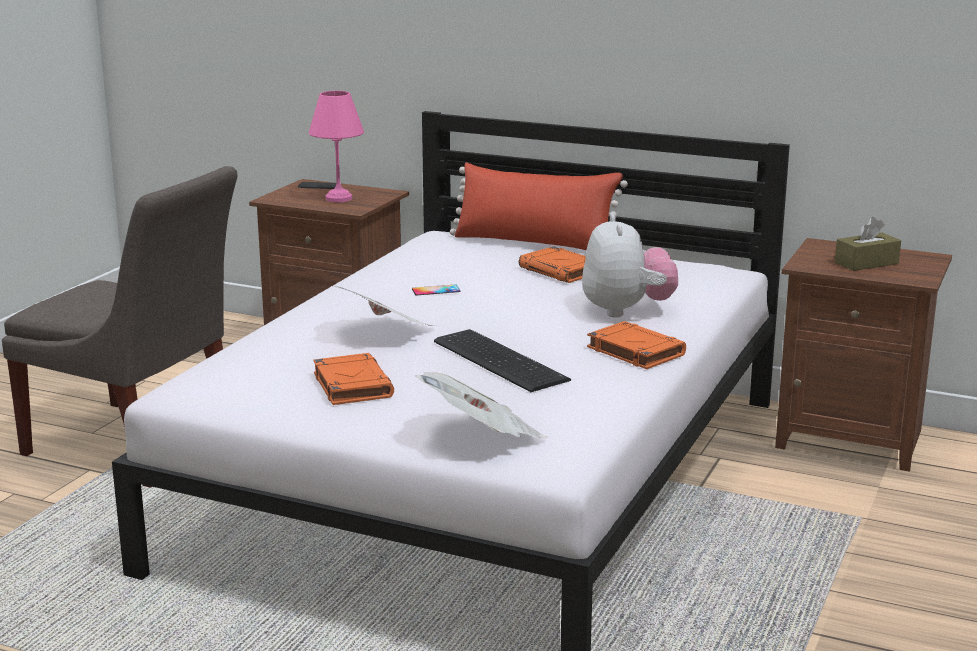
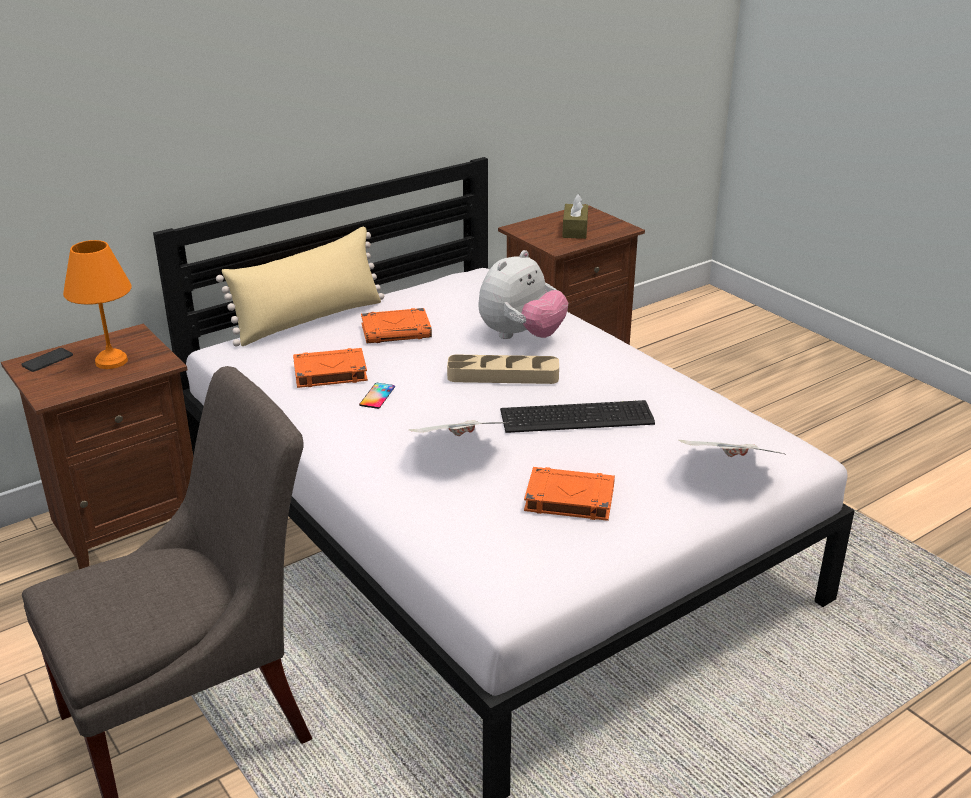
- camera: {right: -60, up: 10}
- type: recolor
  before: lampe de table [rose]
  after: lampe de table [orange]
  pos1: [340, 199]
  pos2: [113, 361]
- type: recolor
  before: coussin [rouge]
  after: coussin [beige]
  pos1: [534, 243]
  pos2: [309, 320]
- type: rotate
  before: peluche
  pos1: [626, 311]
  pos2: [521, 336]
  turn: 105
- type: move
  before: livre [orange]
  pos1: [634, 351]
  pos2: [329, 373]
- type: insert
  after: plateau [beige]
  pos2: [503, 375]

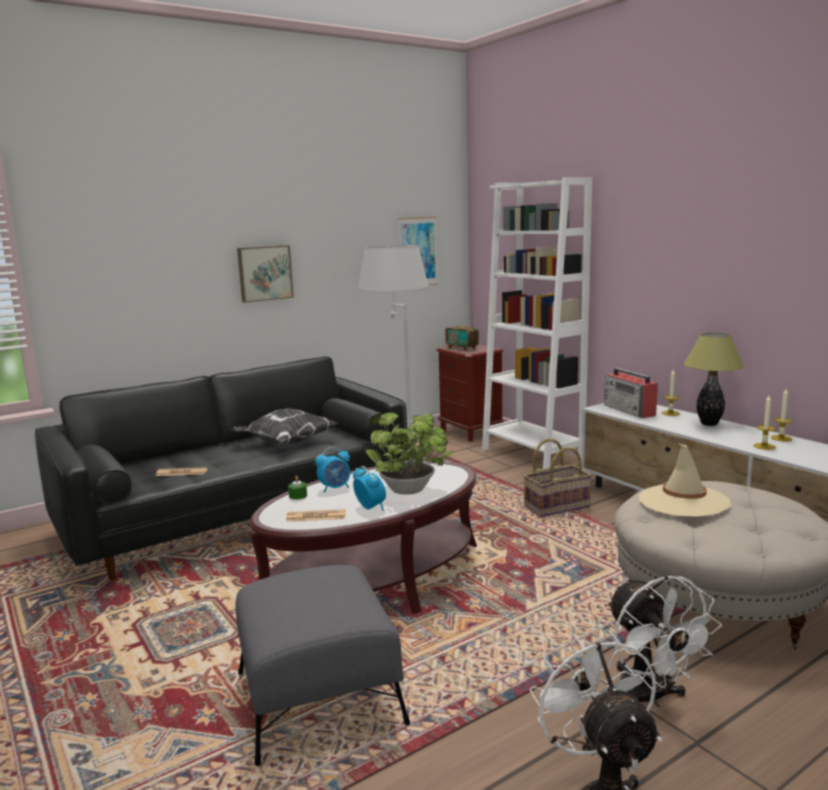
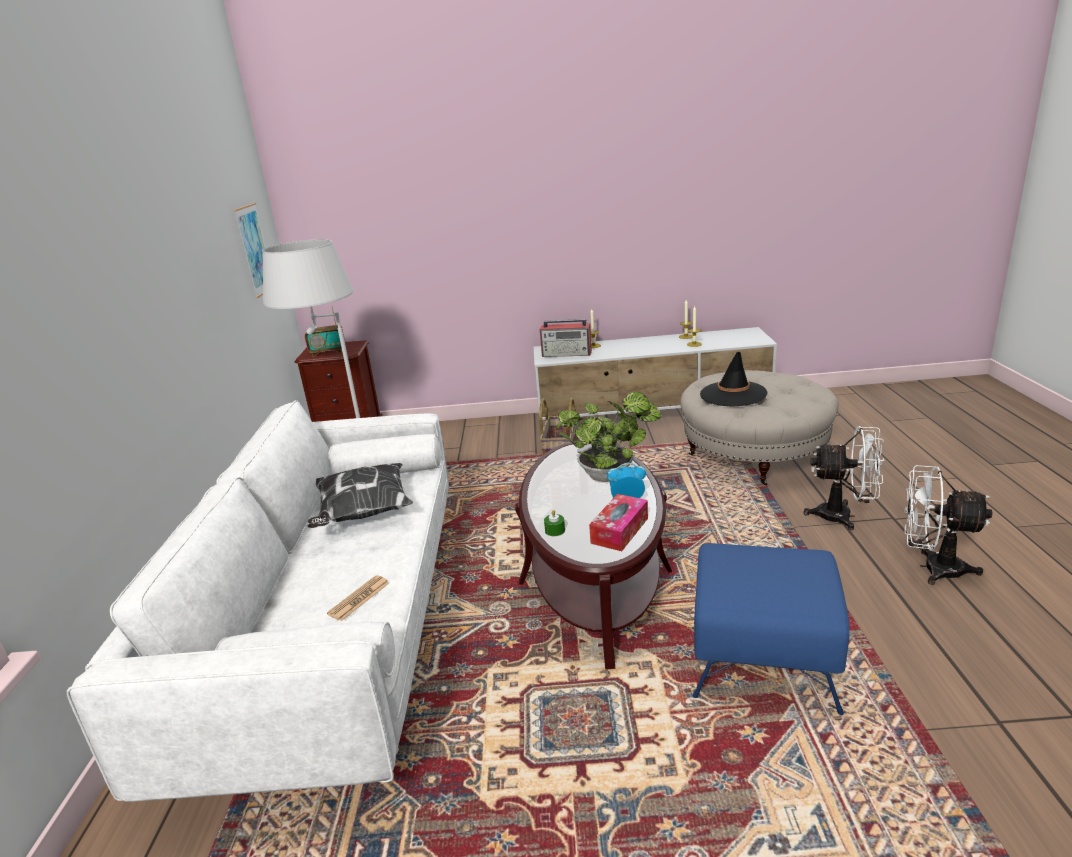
- camera: {right: -55, up: 10}
- type: delete
  before: bibliothèque [blanc]
  pos1: [531, 455]
- type: delete
  before: tableau
  pos1: [264, 273]
- type: delete
  before: lampe de table
  pos1: [709, 424]
- type: recolor
  before: canapé [noir]
  after: canapé [blanc]
  pos1: [237, 515]
  pos2: [337, 630]
- type: recolor
  before: chapeau [beige]
  after: chapeau [noir]
  pos1: [683, 501]
  pos2: [733, 394]
- type: delete
  before: réveil
  pos1: [335, 488]
- type: replace
  before: journal
  after: boîte à mouchoirs
  pos1: [316, 516]
  pos2: [619, 530]
- type: recolor
  before: pouf [gris]
  after: pouf [bleu]
  pos1: [319, 697]
  pos2: [761, 656]

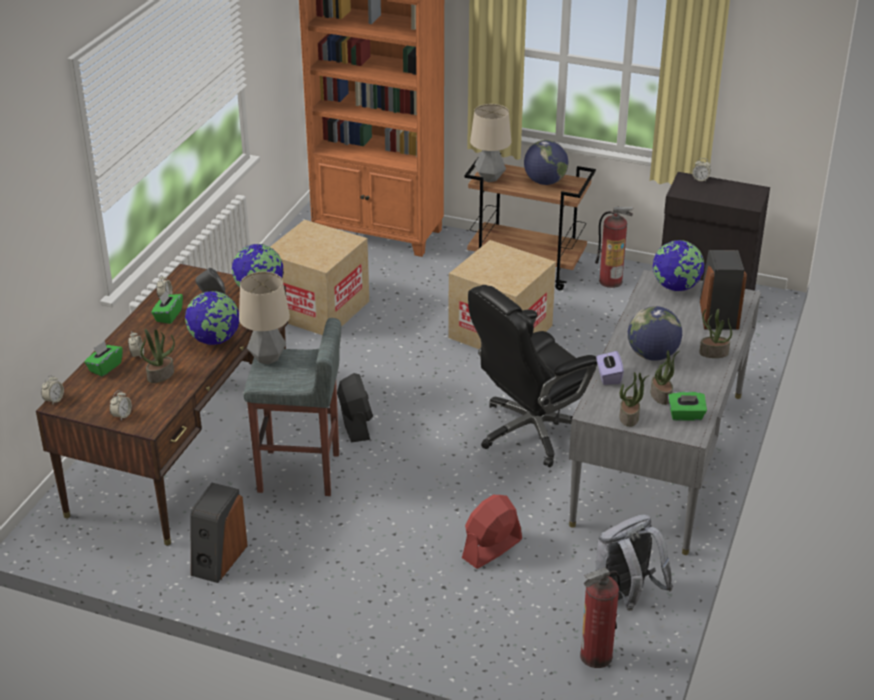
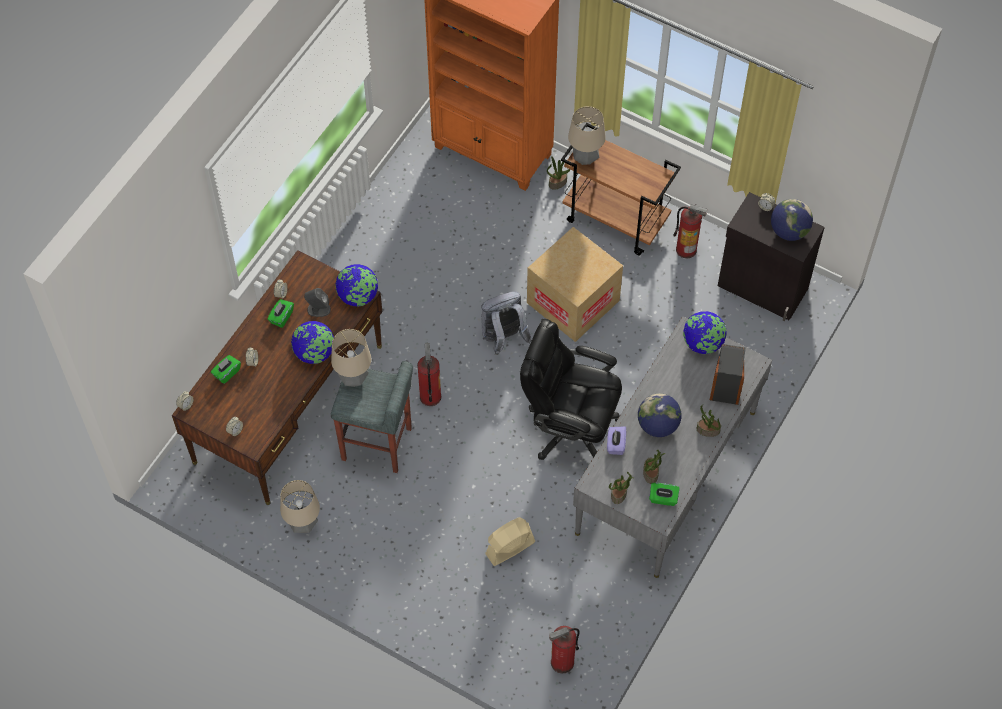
- camera: {right: 10, up: 25}
- type: move
  before: globe
  pos1: [545, 182]
  pos2: [789, 231]
- type: delete
  before: carton
  pos1: [318, 309]
- type: rotate
  before: chaise de bureau [noir]
  pos1: [531, 431]
  pos2: [570, 426]
  turn: 45
- type: move
  before: plante en pot
  pos1: [160, 375]
  pos2: [557, 182]
- type: replace
  before: ventilateur [noir]
  after: extincteur
  pos1: [355, 424]
  pos2: [430, 396]
- type: replace
  before: enceinte
  after: lampe de table
  pos1: [218, 559]
  pos2: [303, 525]
- type: recolor
  before: ventilateur [rouge]
  after: ventilateur [beige]
  pos1: [491, 549]
  pos2: [510, 548]
- type: move
  before: sac à dos [gris]
  pos1: [625, 597]
  pos2: [503, 338]

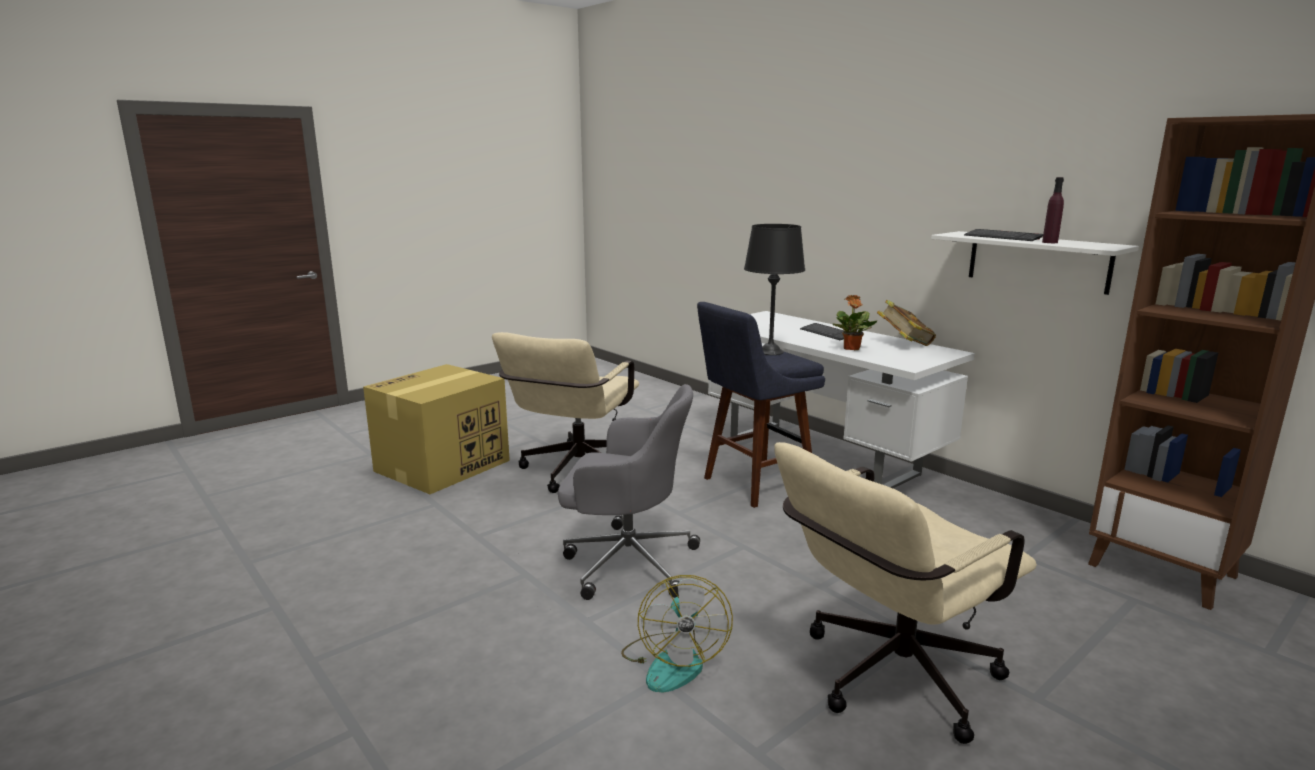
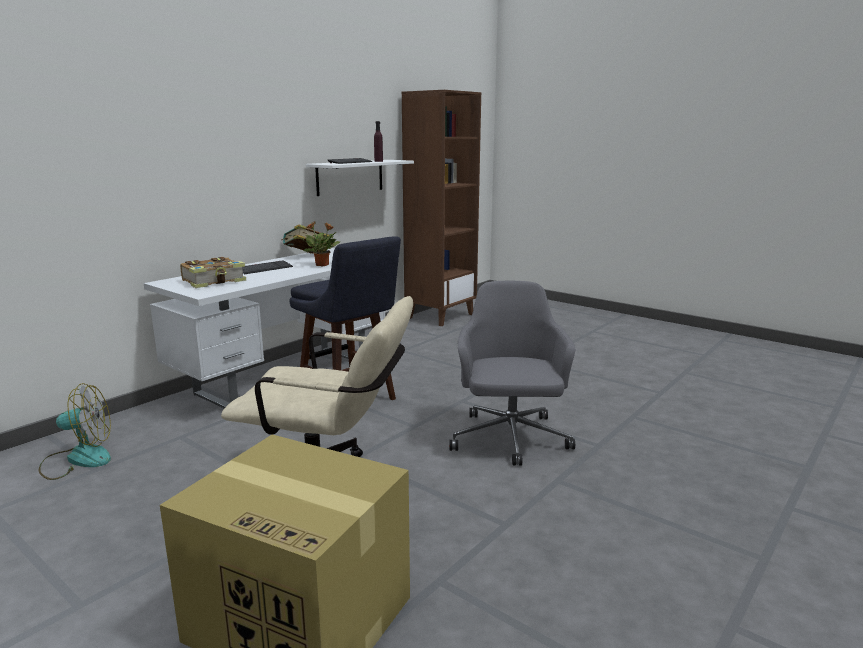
- camera: {right: -100, up: 0}
- type: delete
  before: lampe de table [noir]
  pos1: [770, 352]
- type: delete
  before: chaise de bureau [beige]
  pos1: [887, 680]
- type: move
  before: ventilateur
  pos1: [673, 661]
  pos2: [78, 459]
- type: insert
  after: livre
  pos2: [214, 281]

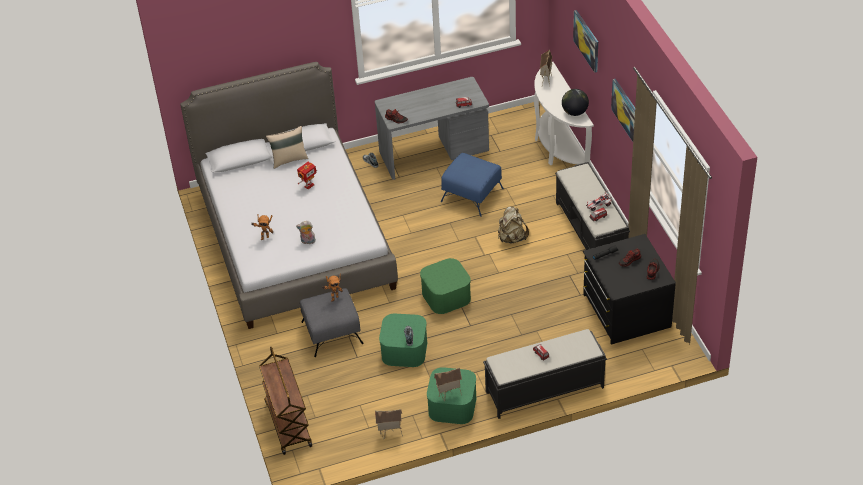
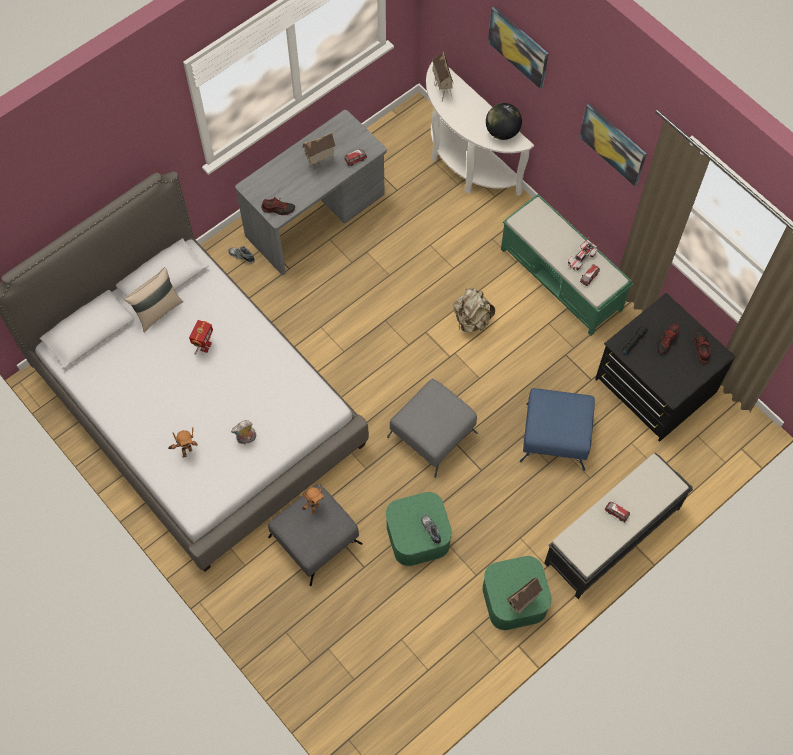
- camera: {right: -25, up: 20}
- type: move
  before: pouf [bleu]
  pos1: [472, 195]
  pos2: [555, 436]
- type: recolor
  before: banc [noir]
  after: banc [vert]
  pos1: [591, 231]
  pos2: [561, 280]
- type: replace
  before: boîte de rangement [vert]
  after: pouf [gris]
  pos1: [446, 296]
  pos2: [431, 435]
- type: delete
  before: chariot [marron]
  pos1: [288, 424]
- type: move
  before: maison miniature
  pos1: [390, 434]
  pos2: [321, 165]

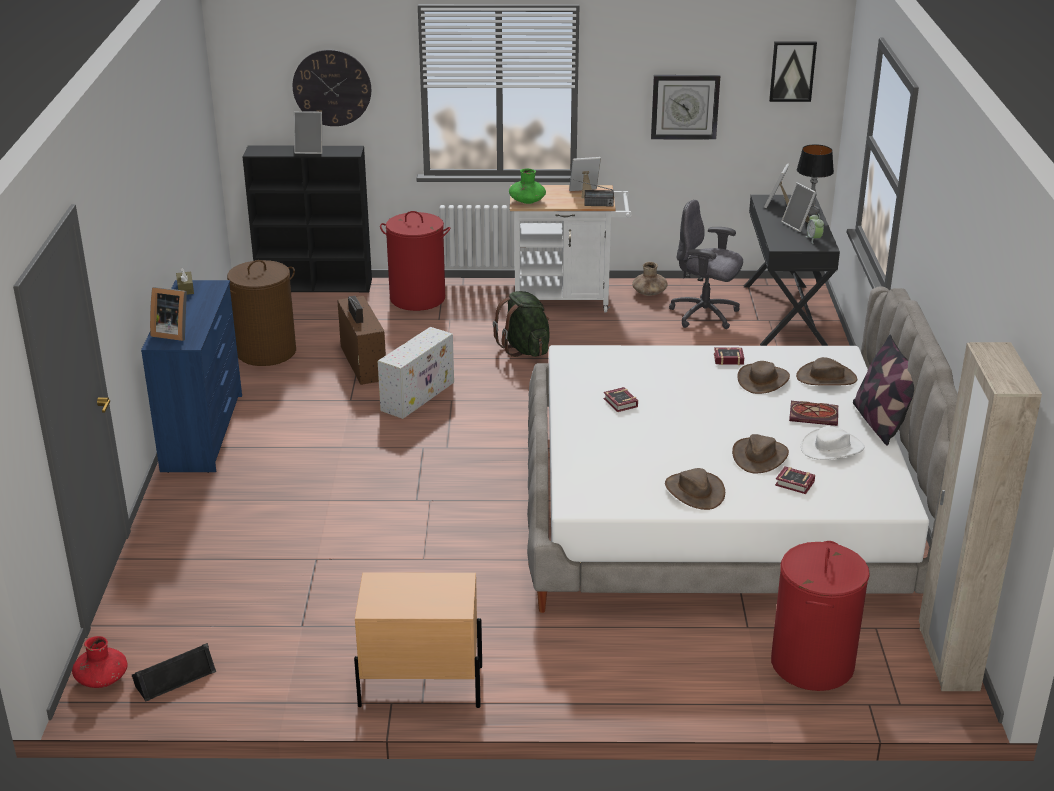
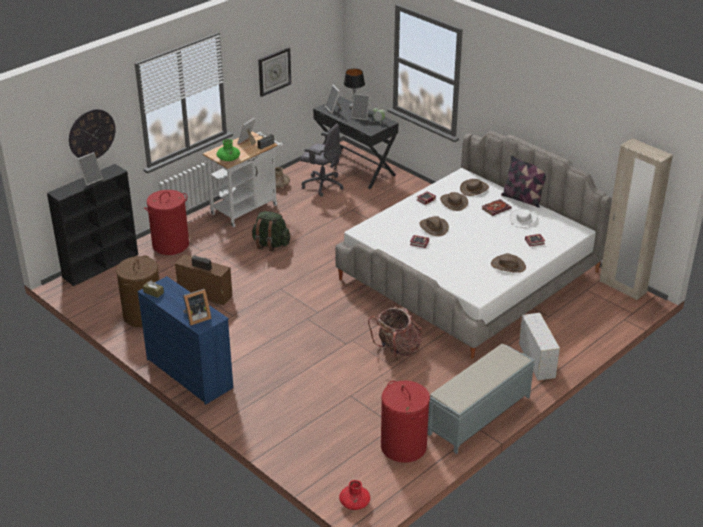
- camera: {right: -45, up: 5}
- type: delete
  before: tableau
  pos1: [792, 71]
- type: rotate
  before: chaise de bureau [gris]
  pos1: [705, 315]
  pos2: [322, 185]
  turn: -135
- type: move
  before: boîte de rangement [blanc]
  pos1: [418, 395]
  pos2: [536, 360]
- type: move
  before: chapeau [marron]
  pos1: [759, 456]
  pos2: [433, 227]
- type: move
  before: panier à linge [rouge]
  pos1: [812, 664]
  pos2: [404, 446]
- type: replace
  before: table de chevet [beige]
  after: banc [gris]
  pos1: [420, 686]
  pos2: [478, 416]
- type: delete
  before: enceinte [noir]
  pos1: [174, 677]
- type: insert
  after: sac à dos
  pos2: [397, 349]

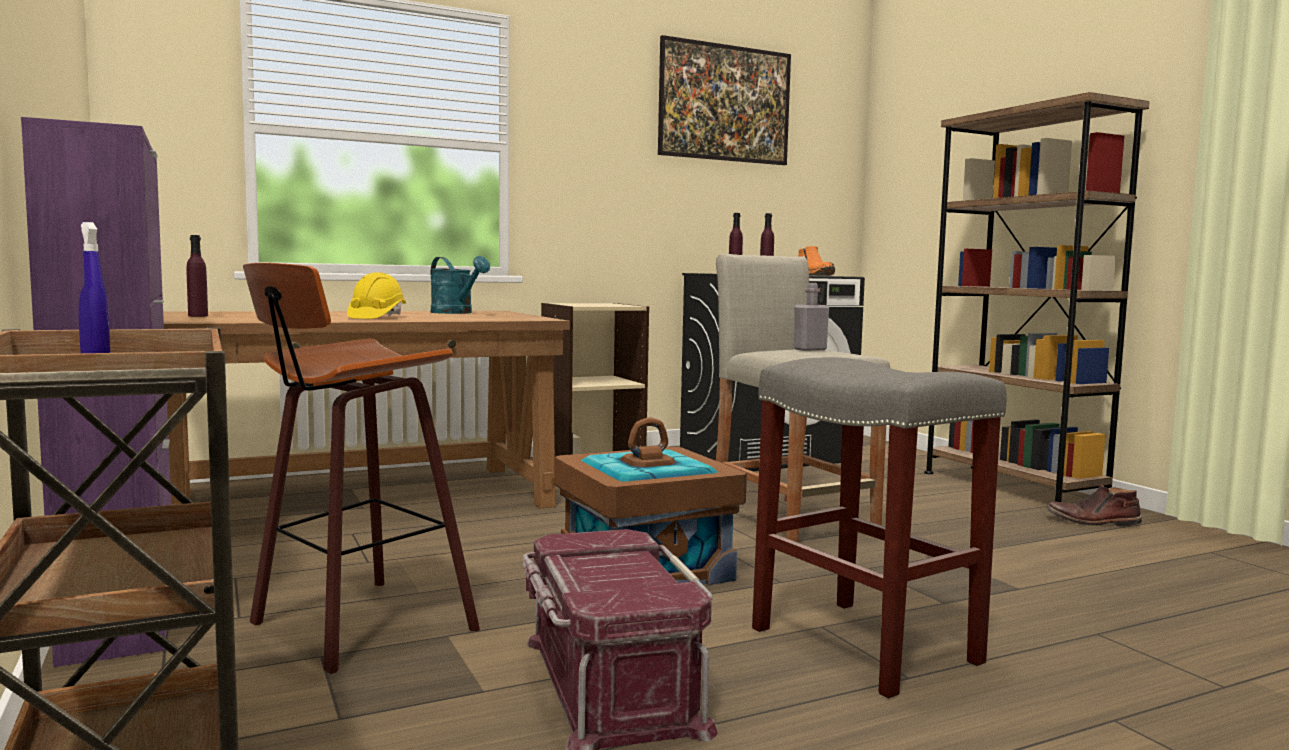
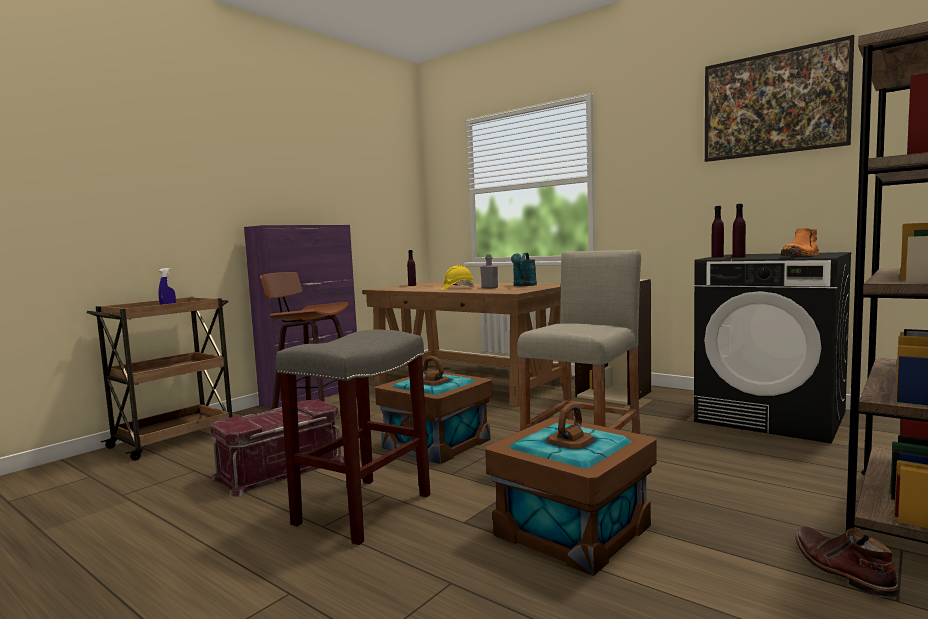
- camera: {right: 65, up: 0}
- type: move
  before: bouteille [gris]
  pos1: [810, 349]
  pos2: [489, 288]
- type: insert
  after: boîte de rangement [marron]
  pos2: [573, 531]

